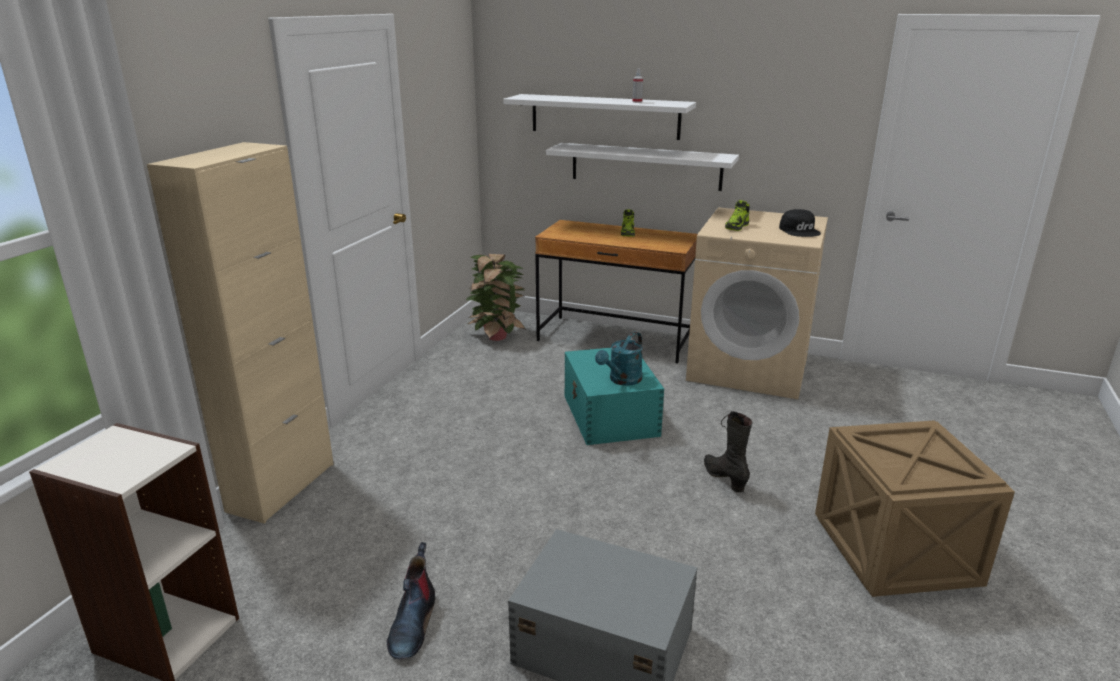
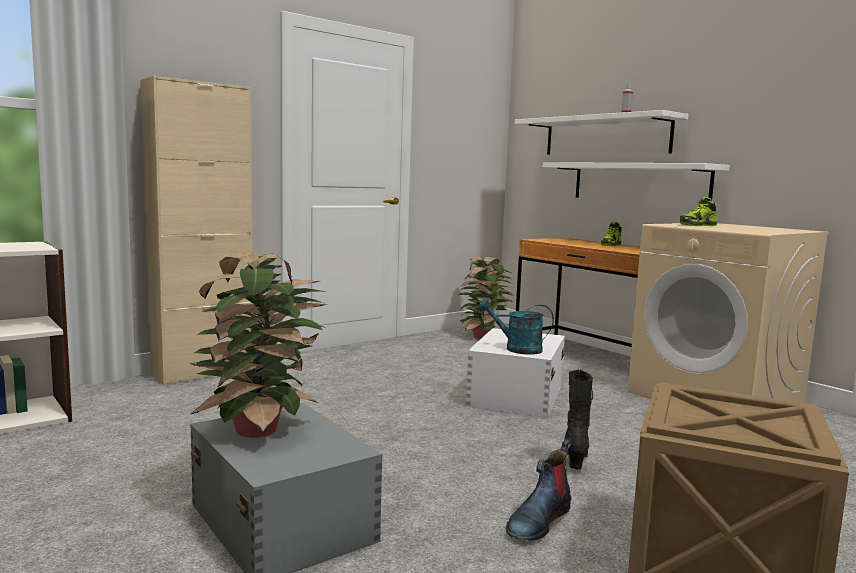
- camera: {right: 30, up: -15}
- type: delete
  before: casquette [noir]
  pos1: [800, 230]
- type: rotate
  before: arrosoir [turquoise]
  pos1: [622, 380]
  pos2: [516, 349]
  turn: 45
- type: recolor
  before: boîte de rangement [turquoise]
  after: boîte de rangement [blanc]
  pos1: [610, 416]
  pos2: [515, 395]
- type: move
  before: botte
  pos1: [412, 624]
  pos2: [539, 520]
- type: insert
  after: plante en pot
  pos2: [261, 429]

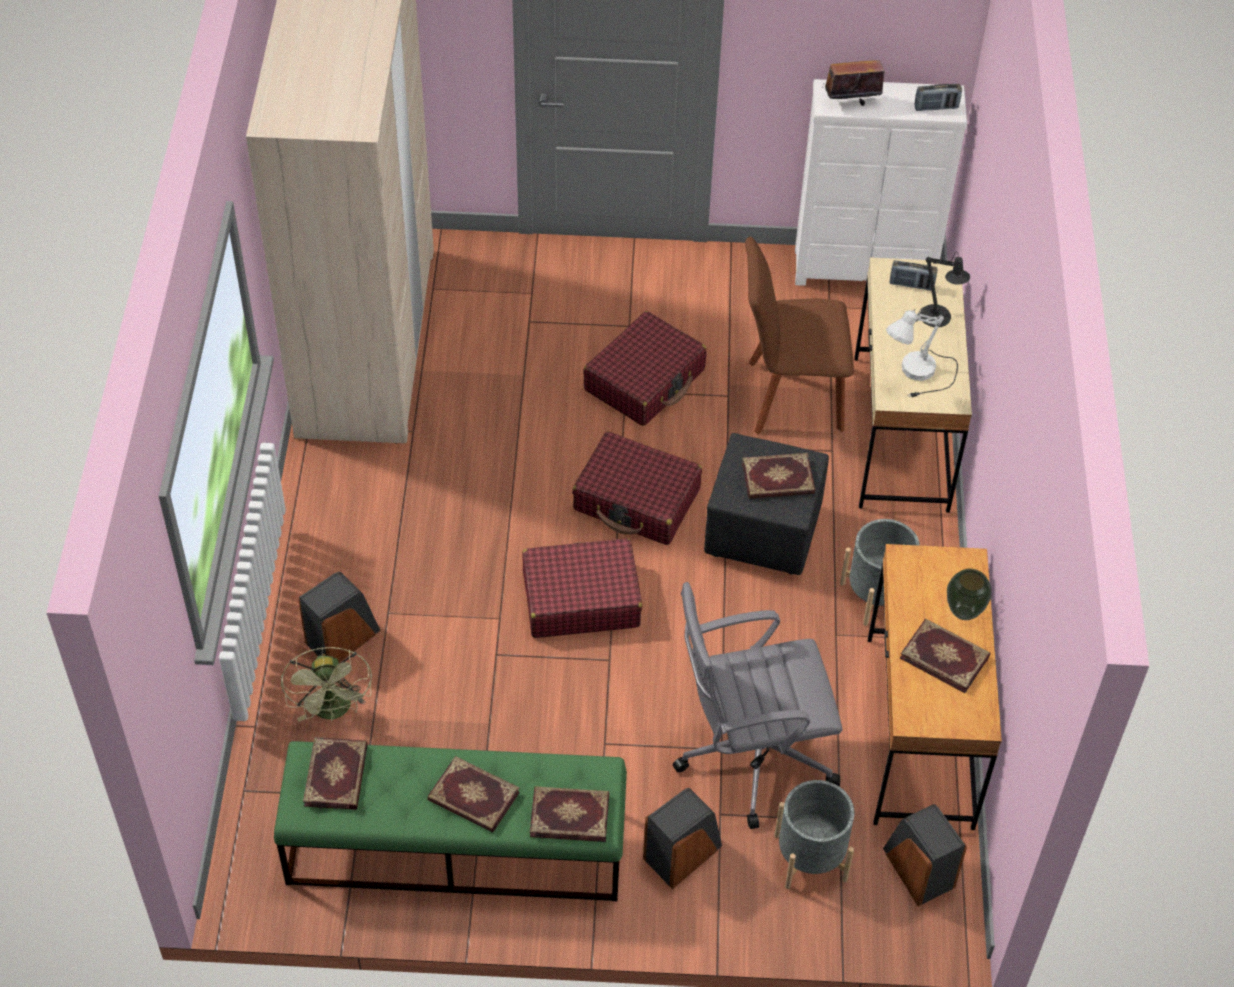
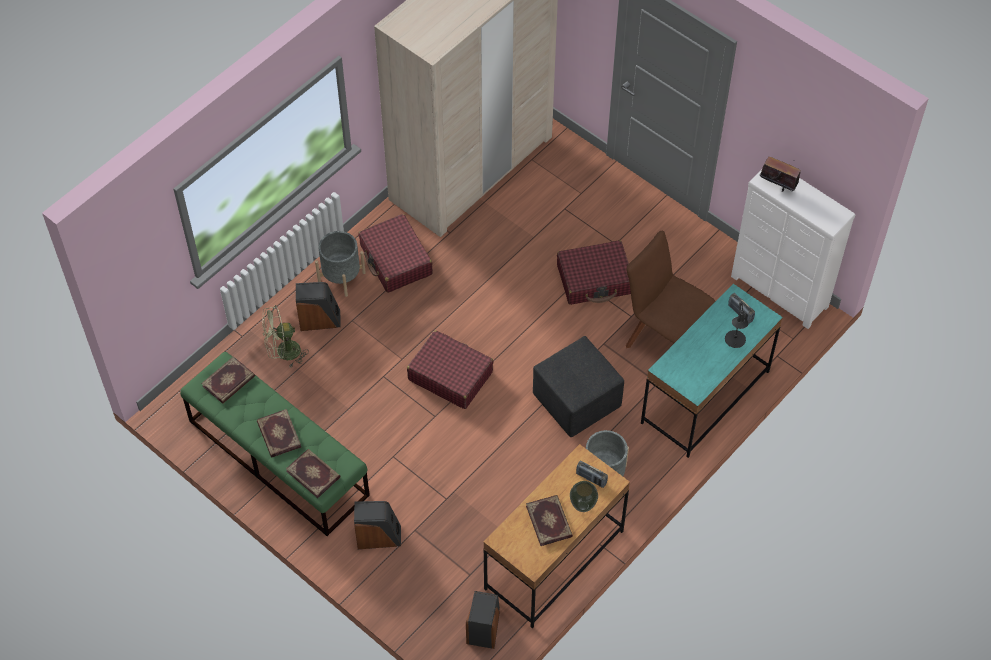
- camera: {right: 40, up: 5}
- type: move
  before: radio
  pos1: [936, 107]
  pos2: [591, 478]
- type: recolor
  before: bureau [beige]
  after: bureau [turquoise]
  pos1: [900, 433]
  pos2: [705, 397]
- type: delete
  before: lampe de table [blanc]
  pos1: [920, 377]
- type: move
  before: valise [rouge]
  pos1: [637, 500]
  pos2: [396, 260]
- type: delete
  before: livre
  pos1: [778, 479]
- type: delete
  before: chaise de bureau [gris]
  pos1: [750, 755]
- type: rotate
  before: ventilateur [vert]
  pos1: [333, 711]
  pos2: [283, 353]
  turn: 45
- type: move
  before: cache-pot [gris]
  pos1: [810, 857]
  pos2: [341, 277]

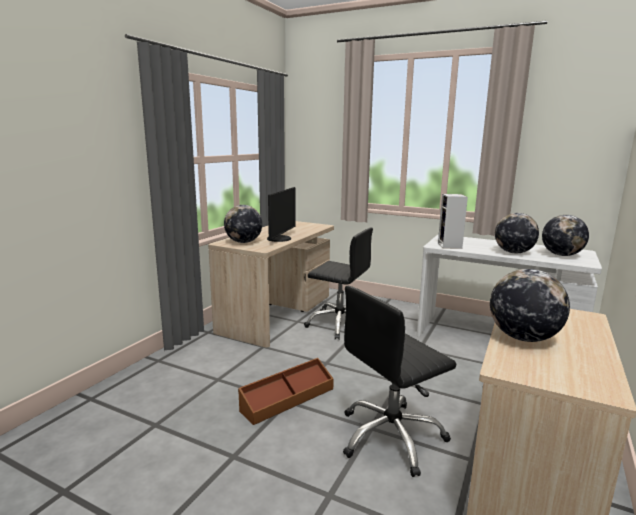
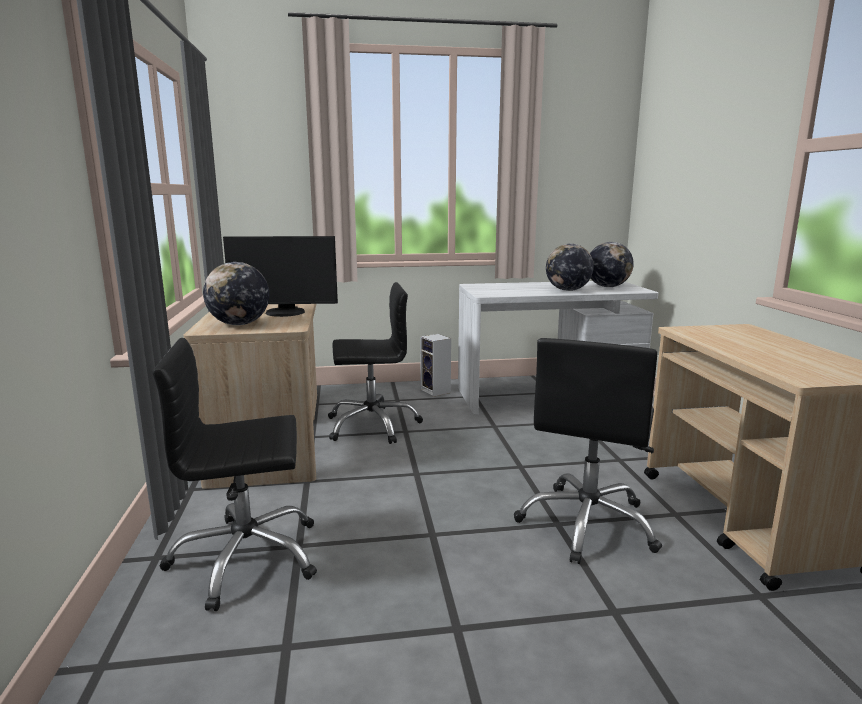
- camera: {right: -35, up: 0}
- type: rotate
  before: écran d'ordinateur
  pos1: [280, 239]
  pos2: [285, 313]
  turn: 105
- type: move
  before: enceinte
  pos1: [450, 246]
  pos2: [436, 391]
- type: delete
  before: globe
  pos1: [523, 338]
- type: delete
  before: boîte de rangement [marron]
  pos1: [287, 399]
- type: insert
  after: chaise de bureau [noir]
  pos2: [246, 558]

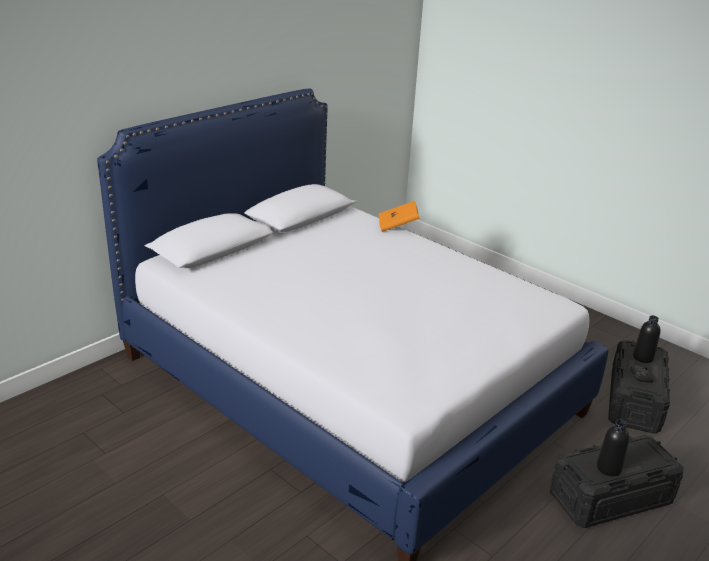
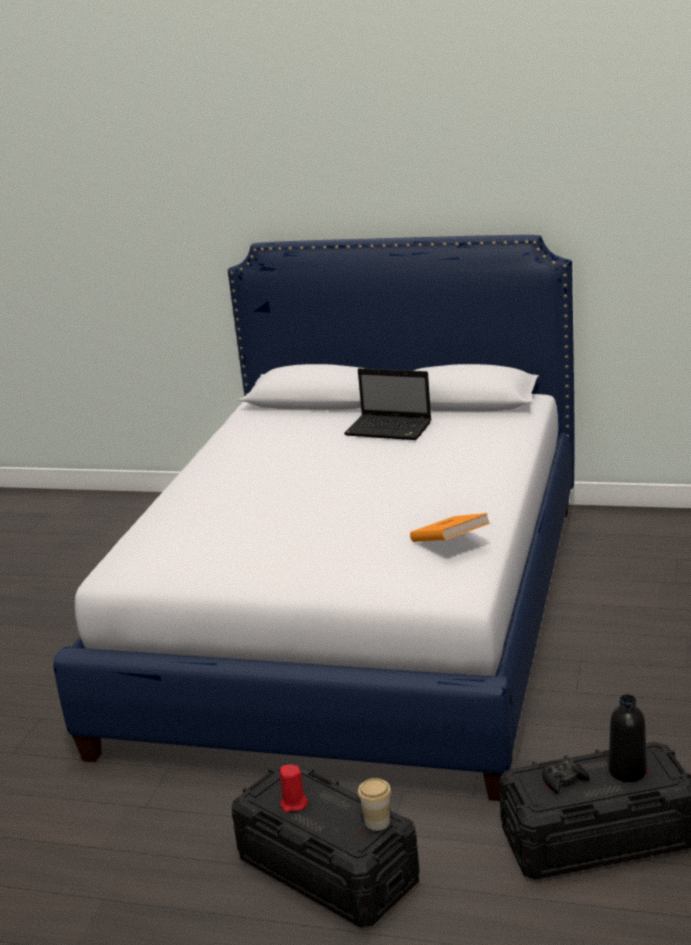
- camera: {right: 65, up: -5}
- type: move
  before: livre [orange]
  pos1: [397, 226]
  pos2: [450, 544]
- type: replace
  before: bouteille [noir]
  after: bougie [rouge]
  pos1: [609, 468]
  pos2: [294, 804]
- type: insert
  after: ordinateur portable
  pos2: [390, 429]
- type: insert
  after: tasse
  pos2: [377, 822]

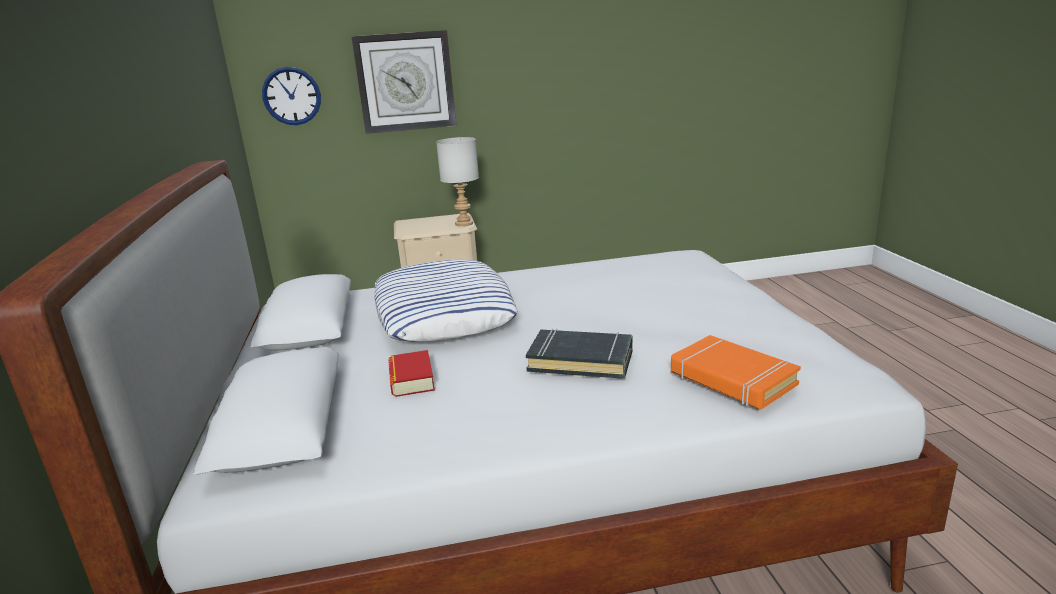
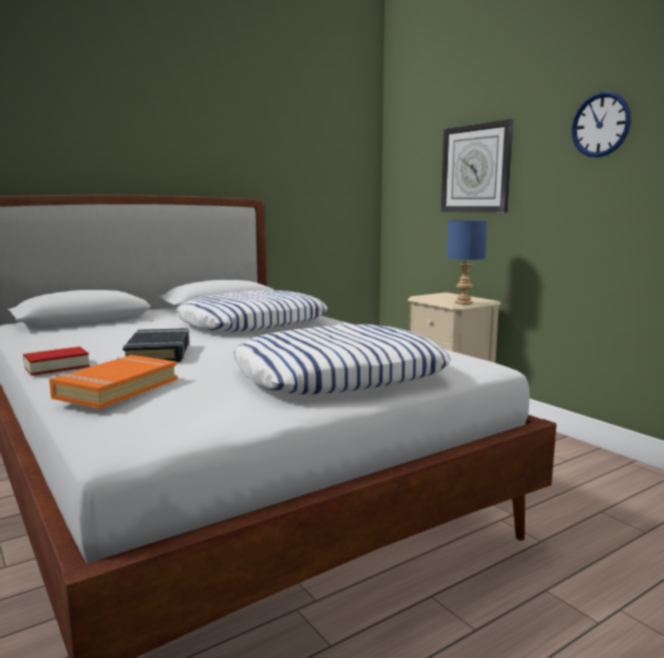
- camera: {right: 65, up: -10}
- type: move
  before: horloge murale
  pos1: [292, 96]
  pos2: [600, 125]
- type: recolor
  before: lampe de table [gris]
  after: lampe de table [bleu]
  pos1: [464, 223]
  pos2: [463, 303]
- type: move
  before: livre
  pos1: [411, 379]
  pos2: [57, 367]
- type: insert
  after: coussin
  pos2: [339, 374]

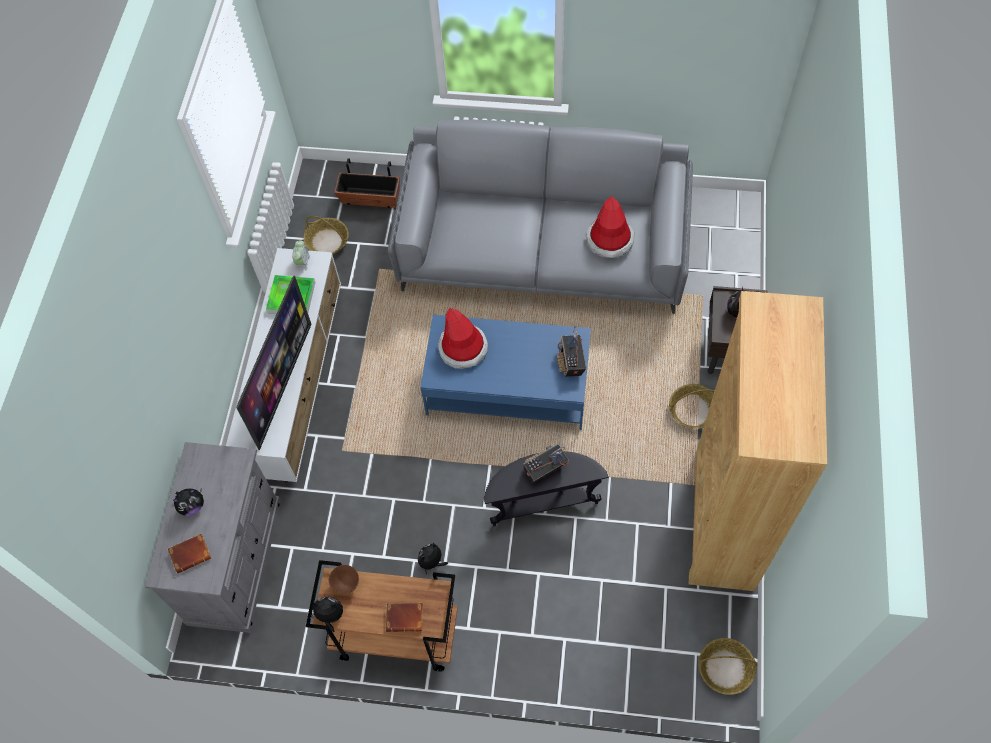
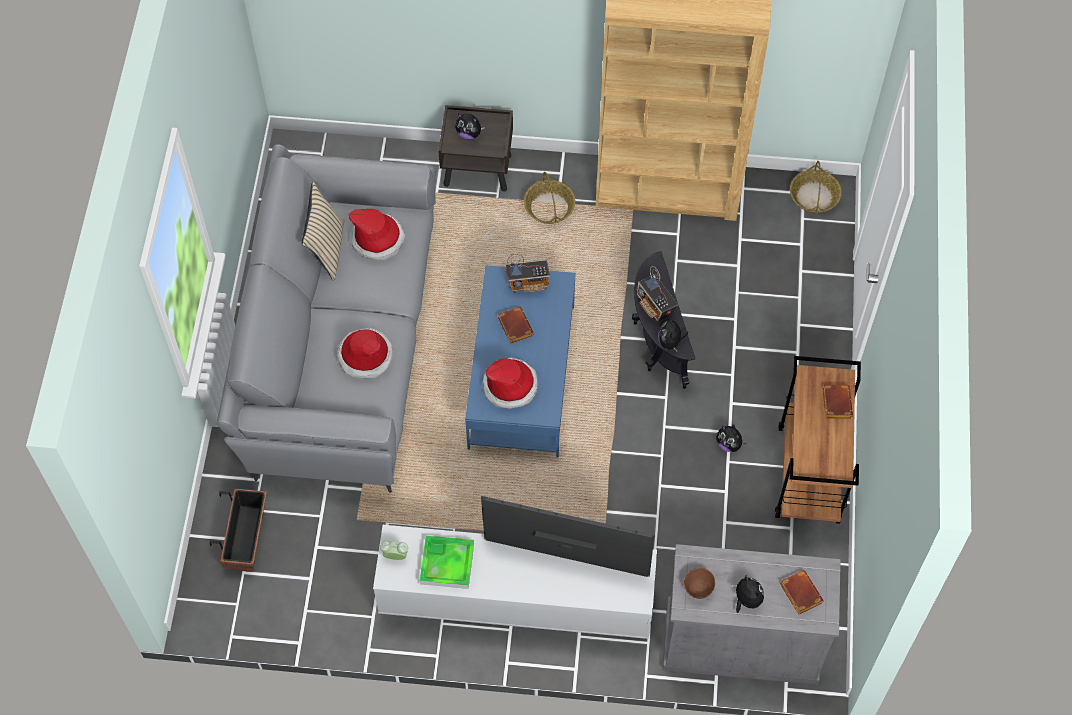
- camera: {right: -95, up: 0}
- type: delete
  before: panier
  pos1: [327, 241]
- type: move
  before: bol [marron]
  pos1: [346, 584]
  pos2: [698, 589]
- type: move
  before: peluche
  pos1: [330, 616]
  pos2: [670, 342]
- type: insert
  after: coussin [beige]
  pos2: [327, 249]
- type: insert
  after: livre [marron]
  pos2: [514, 326]
- type: insert
  after: chapeau
  pos2: [365, 356]

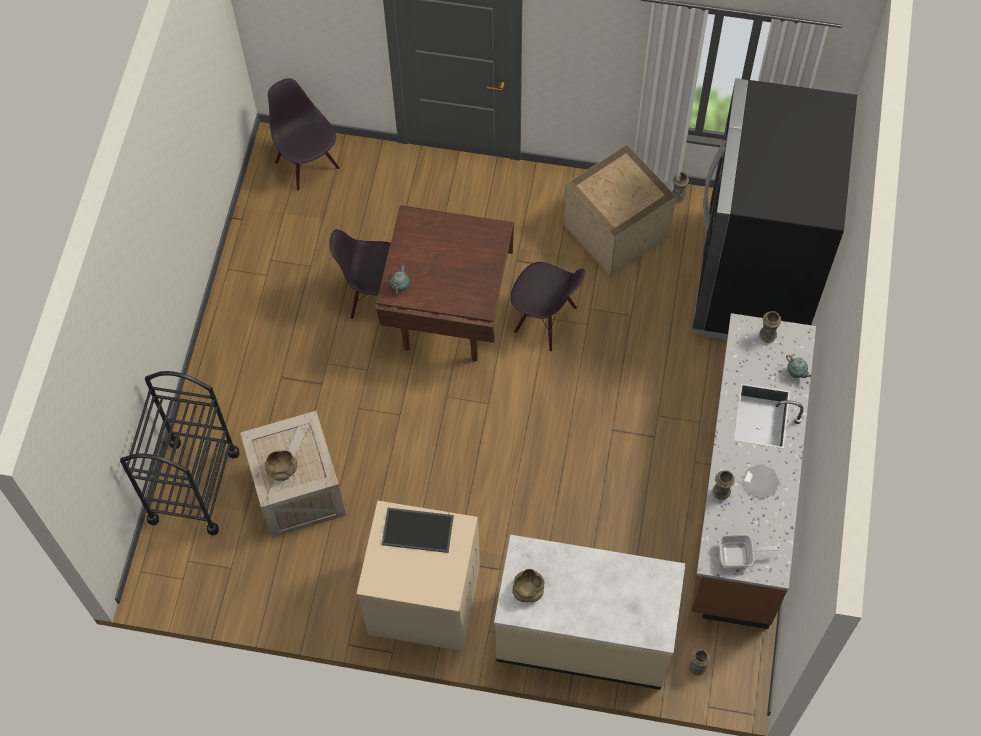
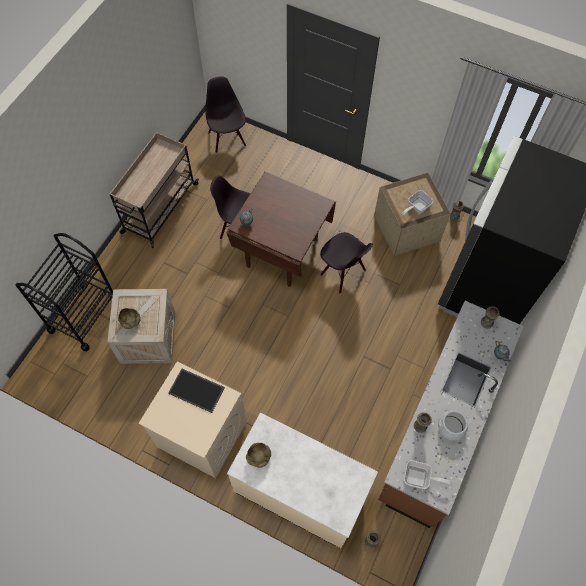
- camera: {right: 15, up: 0}
- type: replace
  before: assiette
  after: marmite
  pos1: [760, 482]
  pos2: [451, 427]
- type: insert
  after: chariot [beige]
  pos2: [159, 209]
- type: insert
  after: poêle
  pos2: [416, 207]

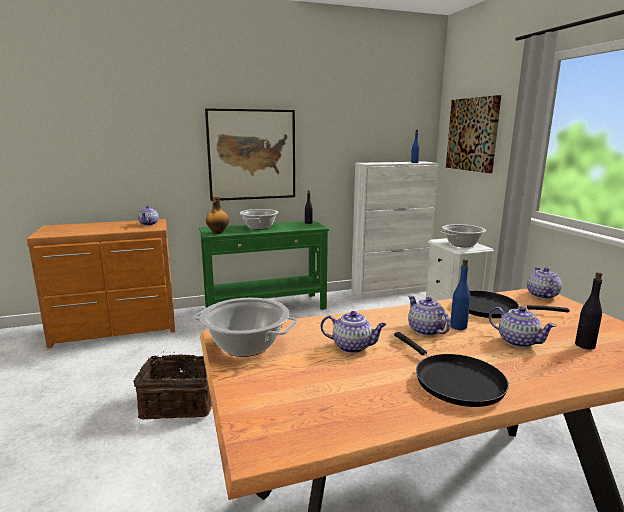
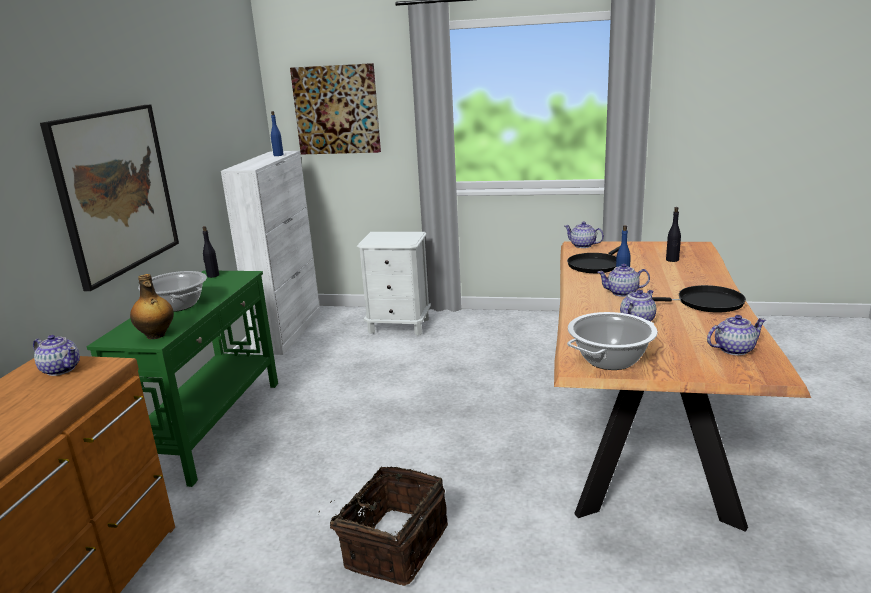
- camera: {right: -60, up: 5}
- type: delete
  before: marmite
  pos1: [462, 244]
- type: move
  before: théière
  pos1: [517, 341]
  pos2: [733, 349]

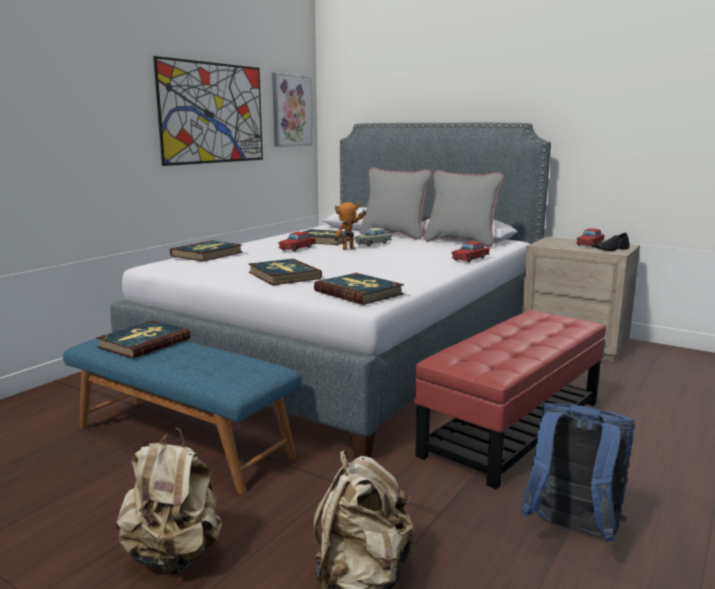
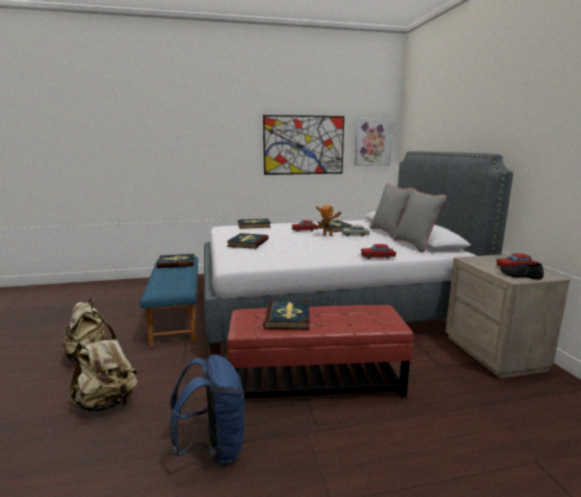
- camera: {right: 45, up: 0}
- type: move
  before: livre
  pos1: [359, 292]
  pos2: [288, 317]

